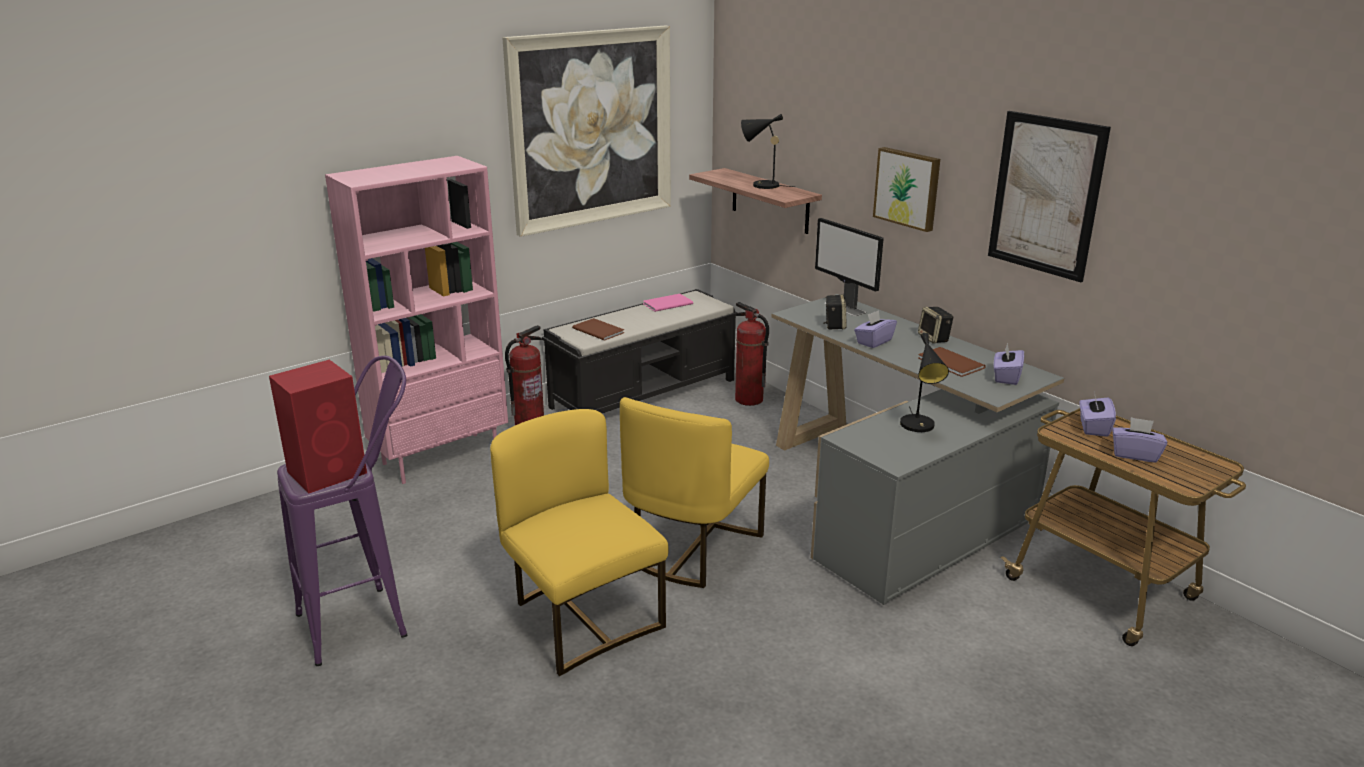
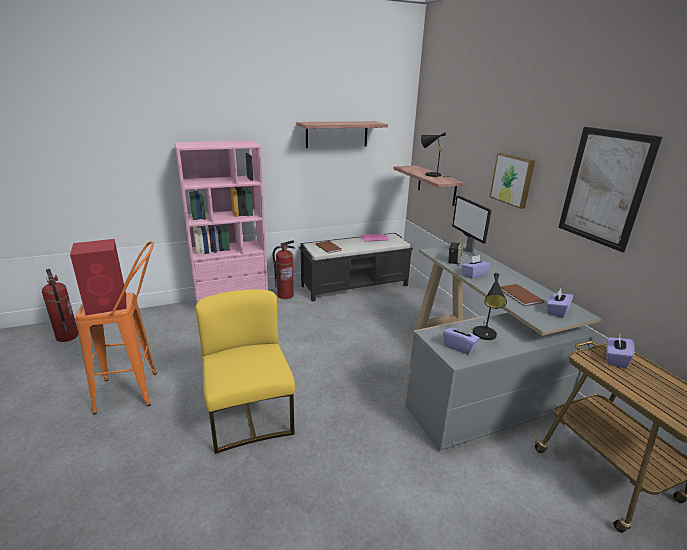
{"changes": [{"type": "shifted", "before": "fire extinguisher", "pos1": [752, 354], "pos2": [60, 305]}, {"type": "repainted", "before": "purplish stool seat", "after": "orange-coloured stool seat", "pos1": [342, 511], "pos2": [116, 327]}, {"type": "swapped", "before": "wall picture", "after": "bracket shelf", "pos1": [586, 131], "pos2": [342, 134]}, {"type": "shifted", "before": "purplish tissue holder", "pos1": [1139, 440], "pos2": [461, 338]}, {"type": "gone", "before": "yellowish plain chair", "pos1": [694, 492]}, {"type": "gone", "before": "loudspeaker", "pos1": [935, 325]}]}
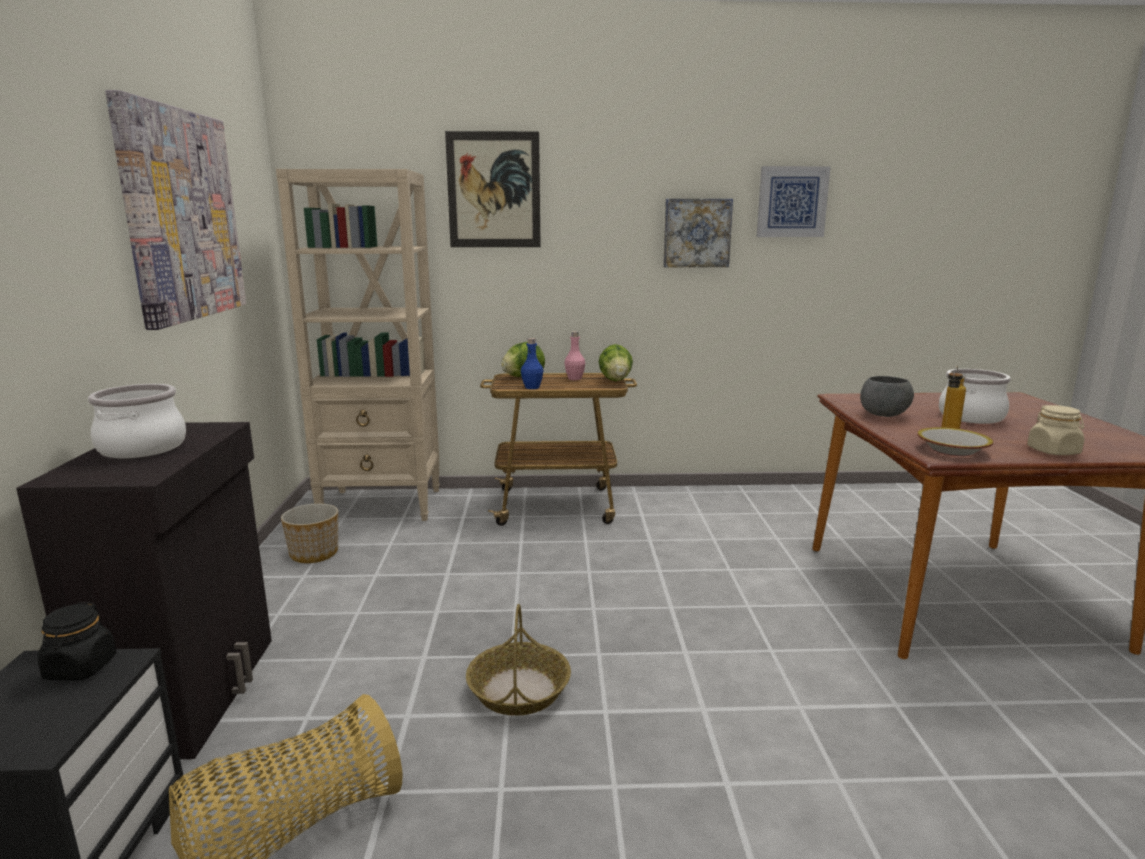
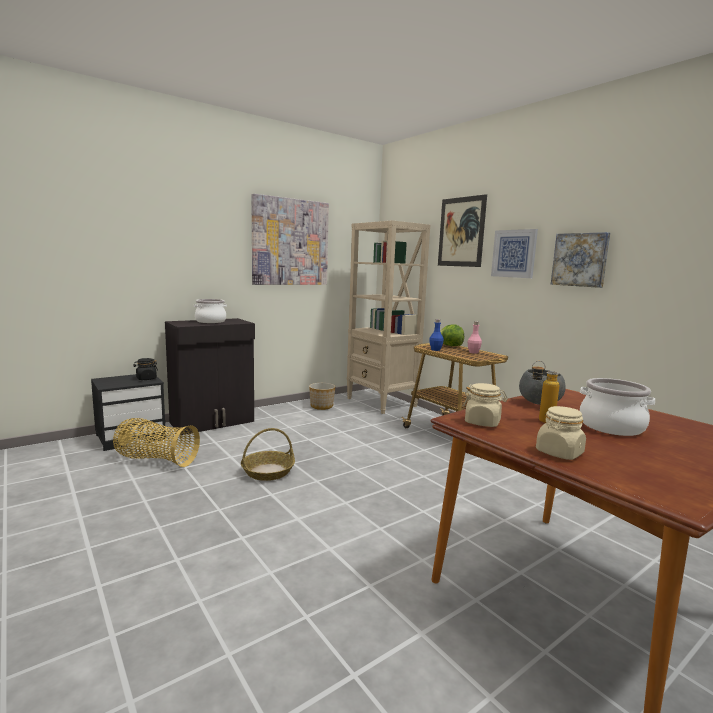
{"changes": [{"type": "swapped", "before": "deep dish", "after": "beige storage jar", "pos1": [955, 441], "pos2": [485, 405]}, {"type": "shifted", "before": "wall picture", "pos1": [793, 201], "pos2": [514, 253]}, {"type": "gone", "before": "head of lettuce", "pos1": [615, 362]}]}
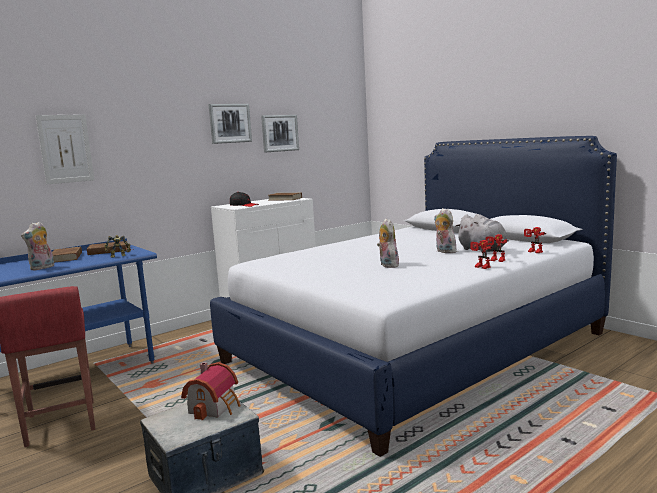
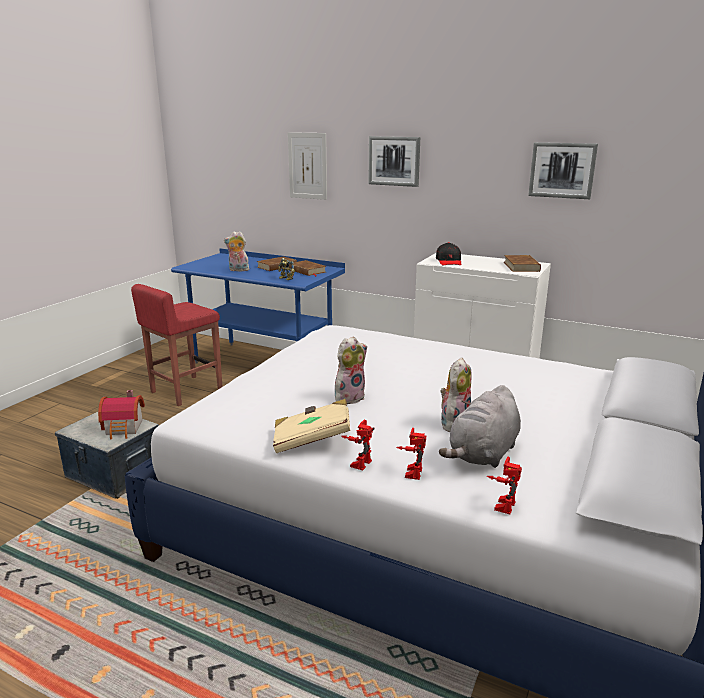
{"changes": [{"type": "new", "after": "beige bound book", "pos2": [311, 426]}, {"type": "shifted", "before": "wall picture", "pos1": [230, 124], "pos2": [394, 161]}]}
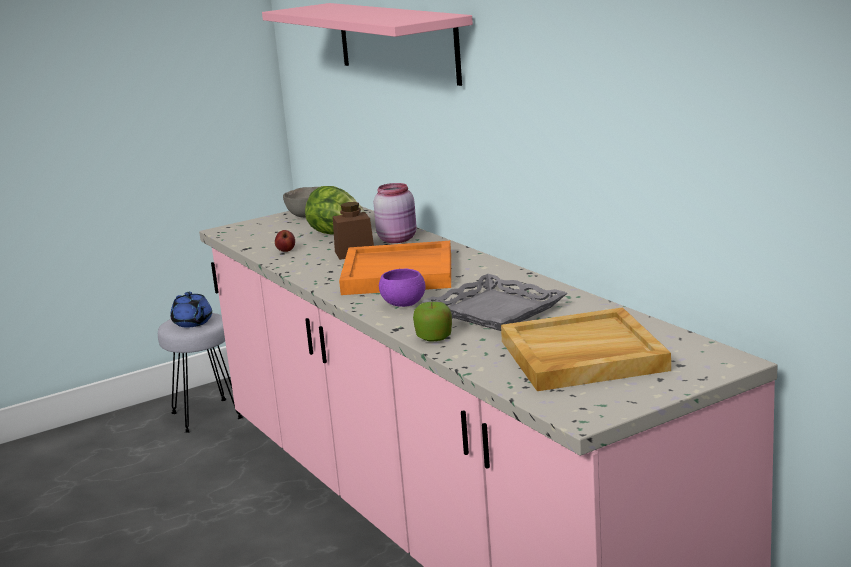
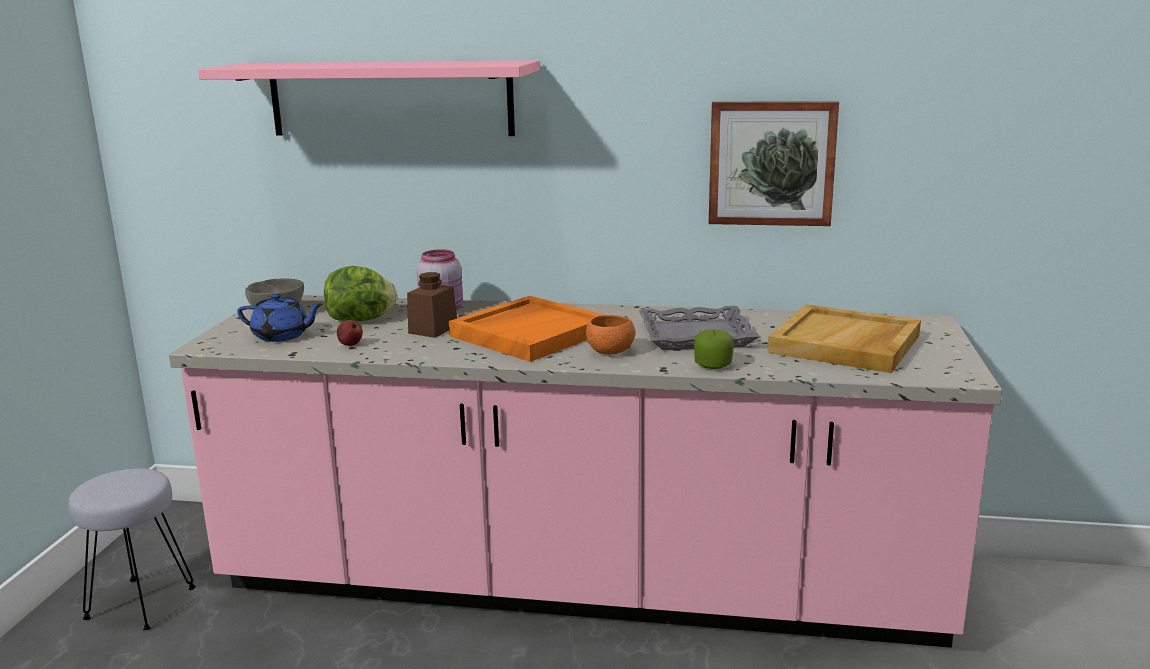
{"changes": [{"type": "shifted", "before": "bluish pot for tea", "pos1": [191, 310], "pos2": [280, 317]}, {"type": "repainted", "before": "purplish deep dish", "after": "orange-coloured deep dish", "pos1": [402, 288], "pos2": [610, 335]}, {"type": "new", "after": "wall picture", "pos2": [774, 163]}]}
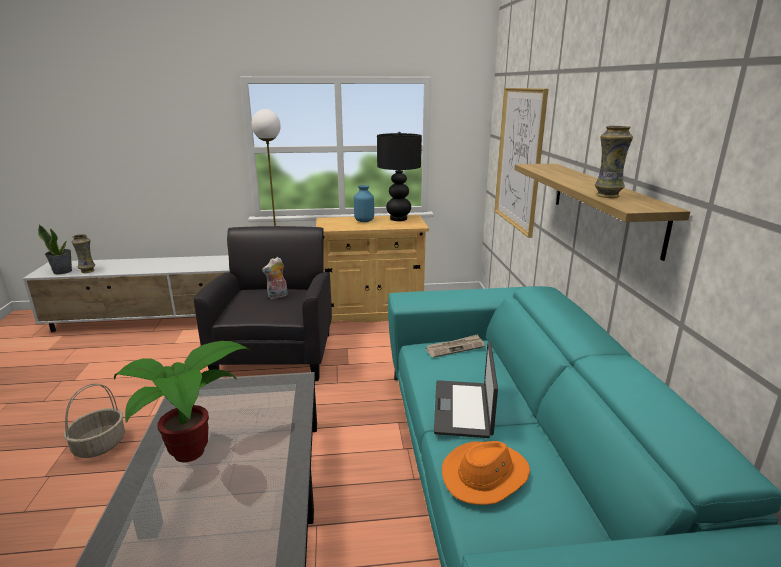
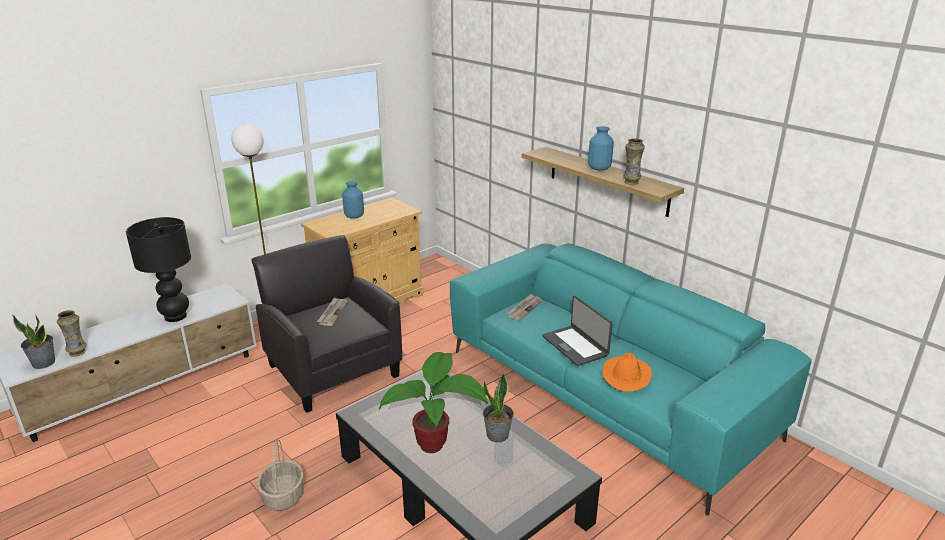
{"changes": [{"type": "shifted", "before": "black table lamp", "pos1": [399, 176], "pos2": [158, 269]}, {"type": "swapped", "before": "cuddly toy", "after": "newspaper", "pos1": [275, 278], "pos2": [332, 311]}, {"type": "new", "after": "plant in a pot", "pos2": [498, 407]}, {"type": "new", "after": "bluish vase", "pos2": [601, 148]}, {"type": "gone", "before": "wall picture", "pos1": [521, 163]}]}
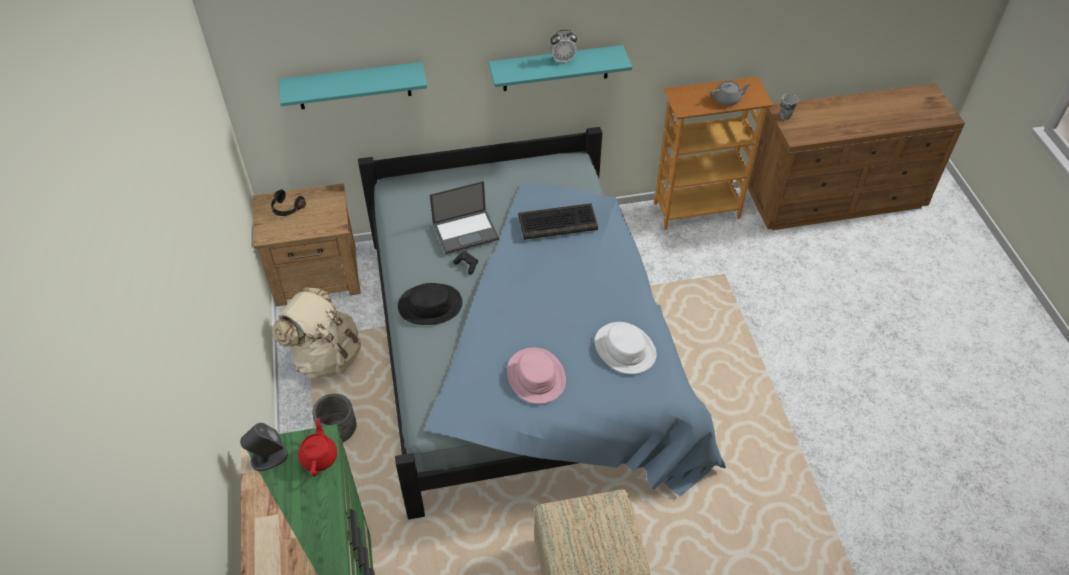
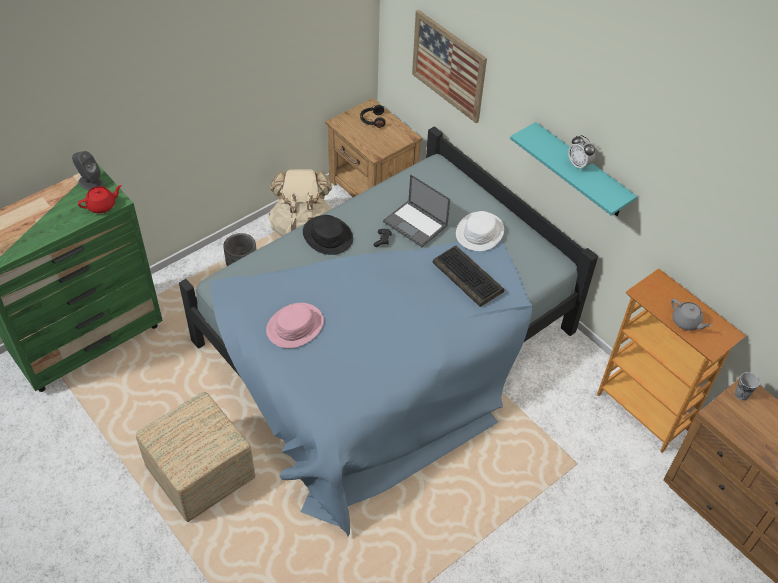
{"changes": [{"type": "swapped", "before": "turquoise bracket shelf", "after": "wall picture", "pos1": [353, 85], "pos2": [449, 66]}, {"type": "shifted", "before": "white-coloured hat", "pos1": [626, 348], "pos2": [480, 231]}]}
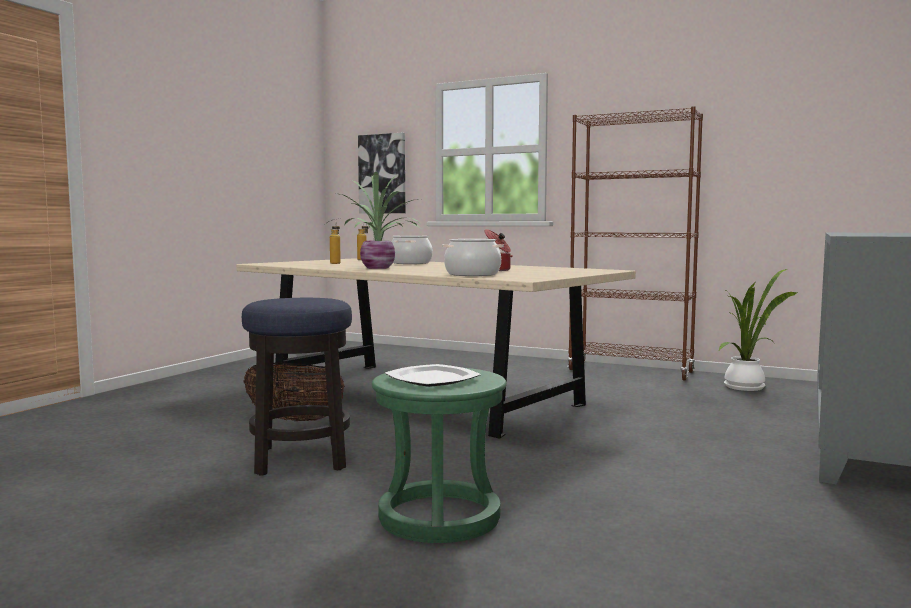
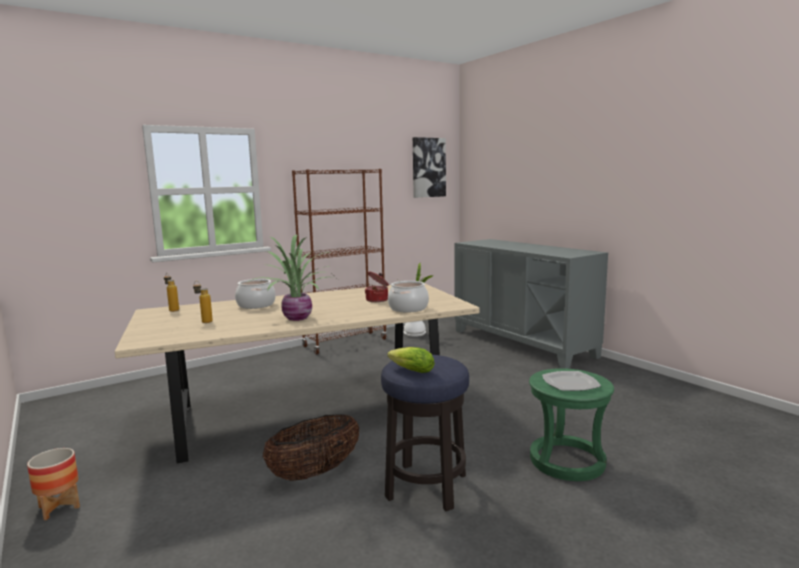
{"changes": [{"type": "new", "after": "plant pot", "pos2": [53, 484]}, {"type": "new", "after": "head of lettuce", "pos2": [411, 360]}, {"type": "shifted", "before": "wall picture", "pos1": [381, 173], "pos2": [429, 167]}]}
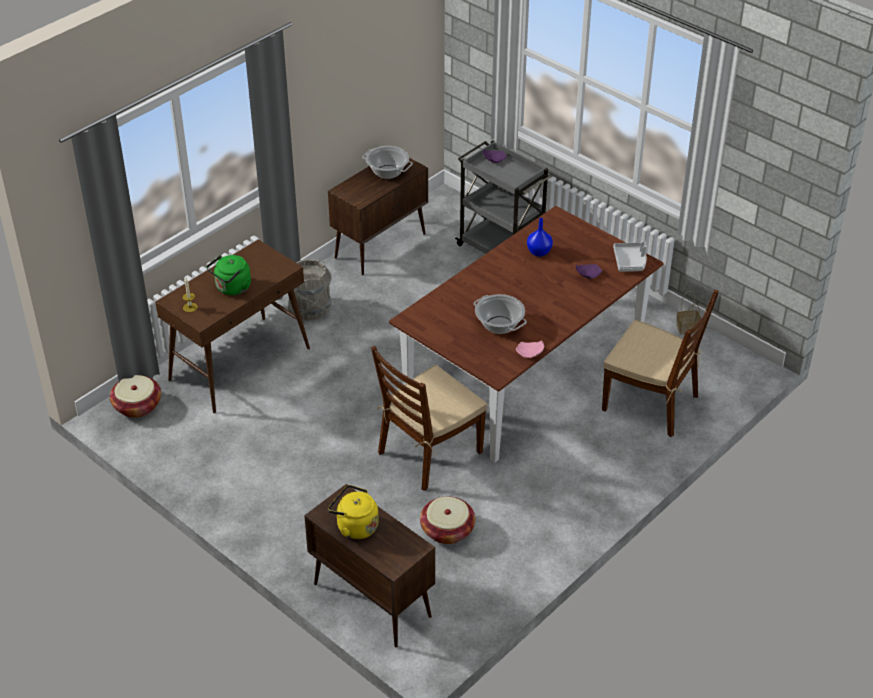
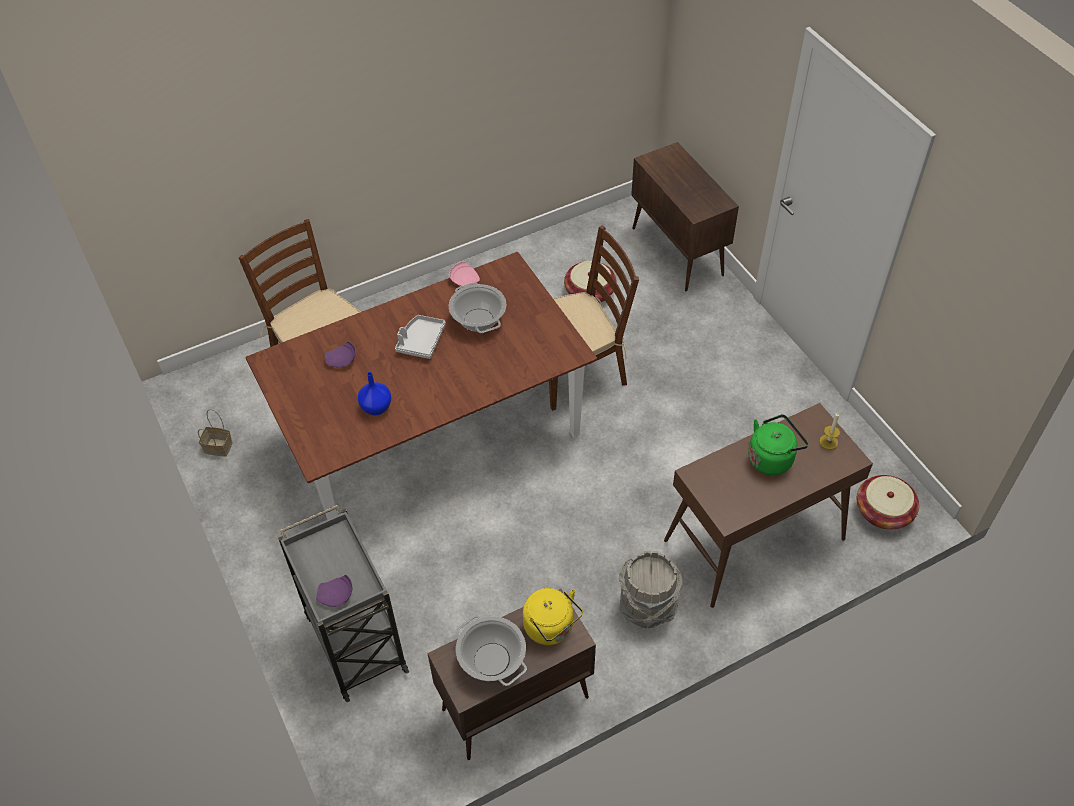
{"changes": [{"type": "shifted", "before": "greyish carrying tray", "pos1": [630, 256], "pos2": [420, 337]}, {"type": "shifted", "before": "yellowish water kettle", "pos1": [353, 512], "pos2": [553, 616]}]}
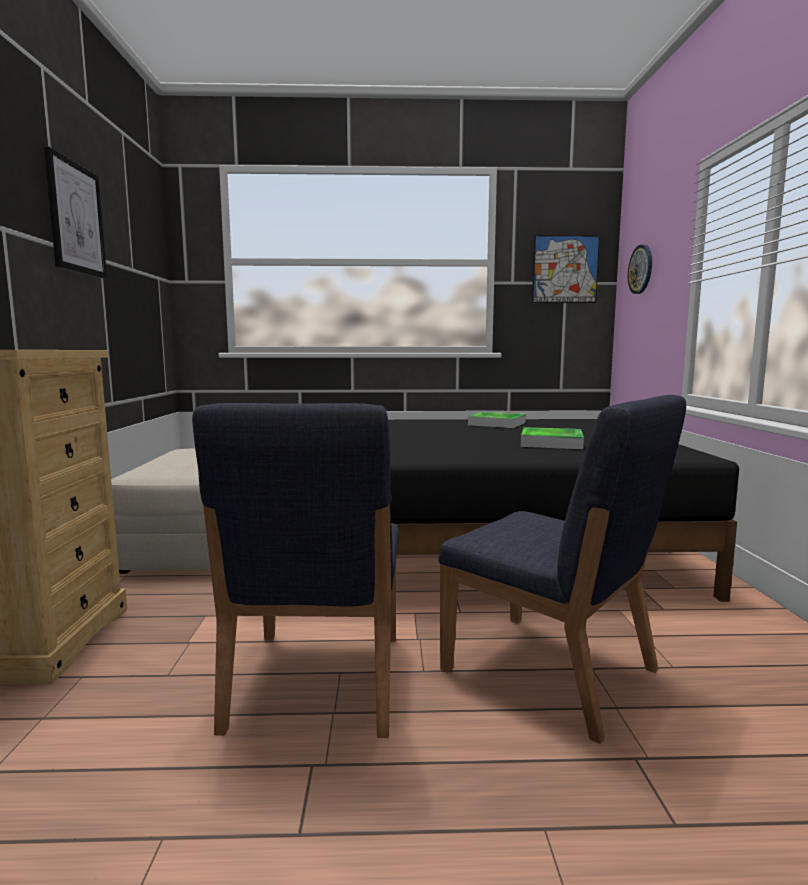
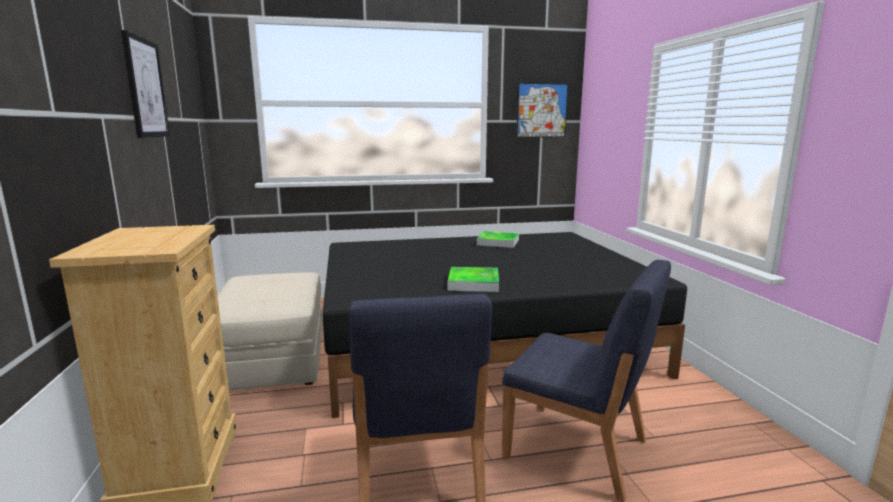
{"changes": [{"type": "shifted", "before": "carrying tray", "pos1": [552, 438], "pos2": [473, 279]}, {"type": "gone", "before": "clock on the wall", "pos1": [640, 269]}]}
